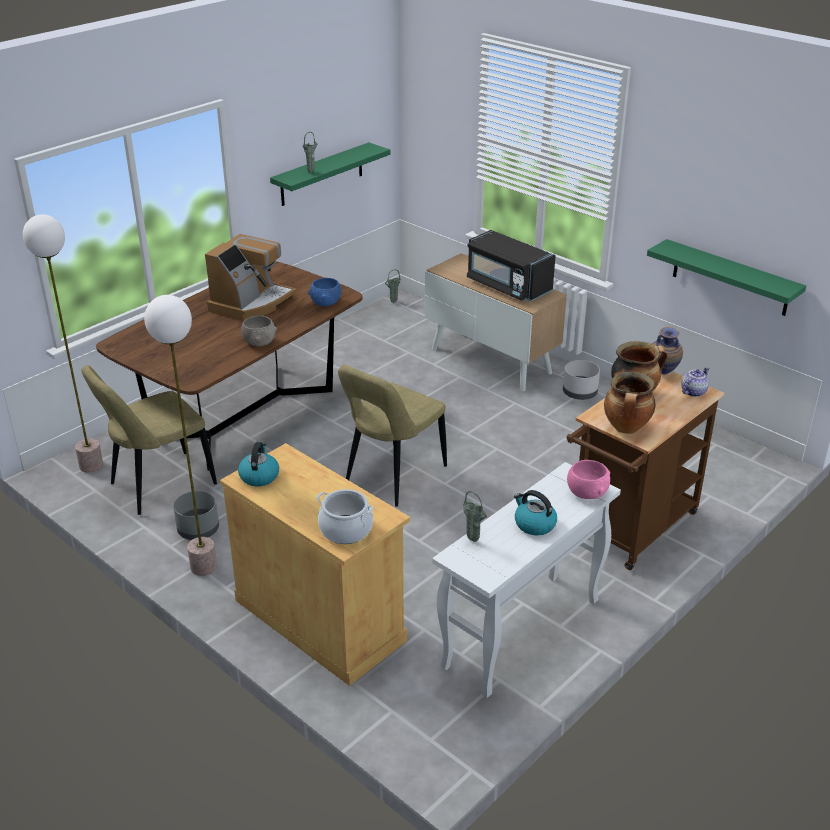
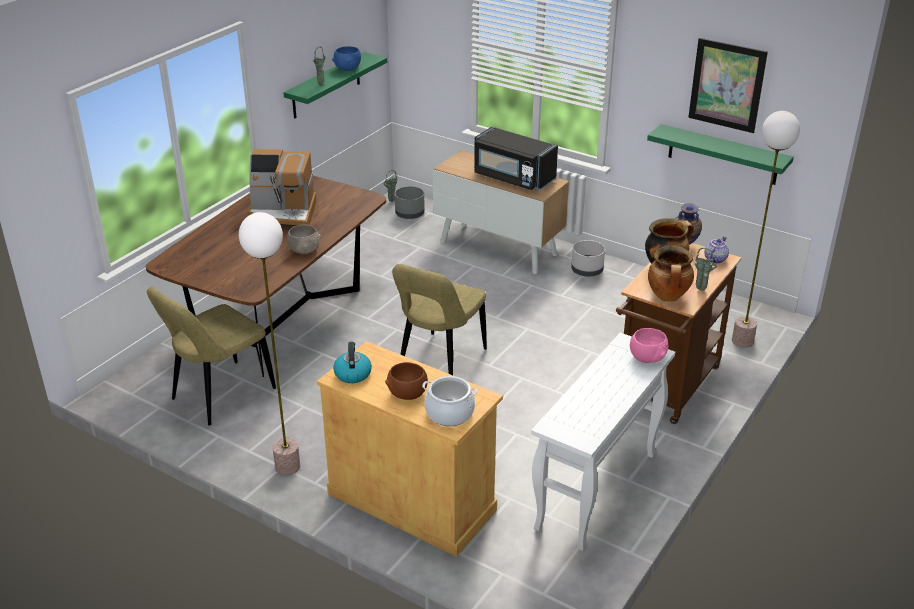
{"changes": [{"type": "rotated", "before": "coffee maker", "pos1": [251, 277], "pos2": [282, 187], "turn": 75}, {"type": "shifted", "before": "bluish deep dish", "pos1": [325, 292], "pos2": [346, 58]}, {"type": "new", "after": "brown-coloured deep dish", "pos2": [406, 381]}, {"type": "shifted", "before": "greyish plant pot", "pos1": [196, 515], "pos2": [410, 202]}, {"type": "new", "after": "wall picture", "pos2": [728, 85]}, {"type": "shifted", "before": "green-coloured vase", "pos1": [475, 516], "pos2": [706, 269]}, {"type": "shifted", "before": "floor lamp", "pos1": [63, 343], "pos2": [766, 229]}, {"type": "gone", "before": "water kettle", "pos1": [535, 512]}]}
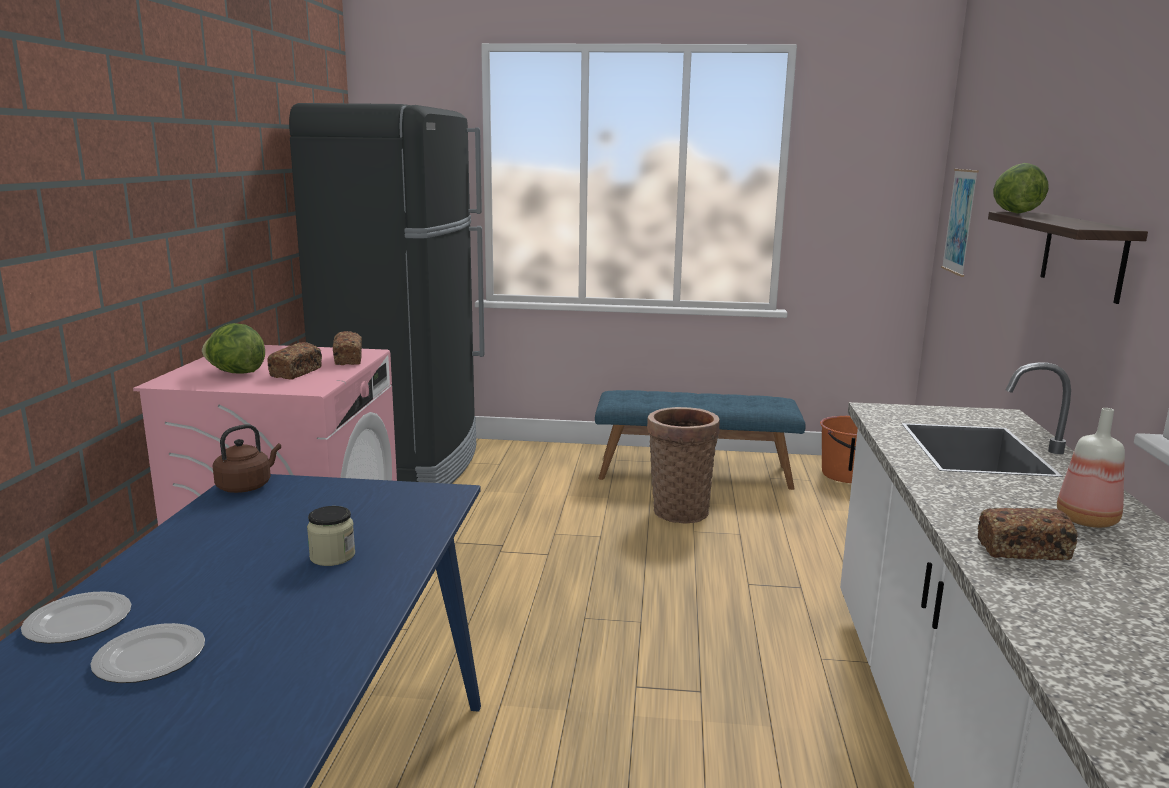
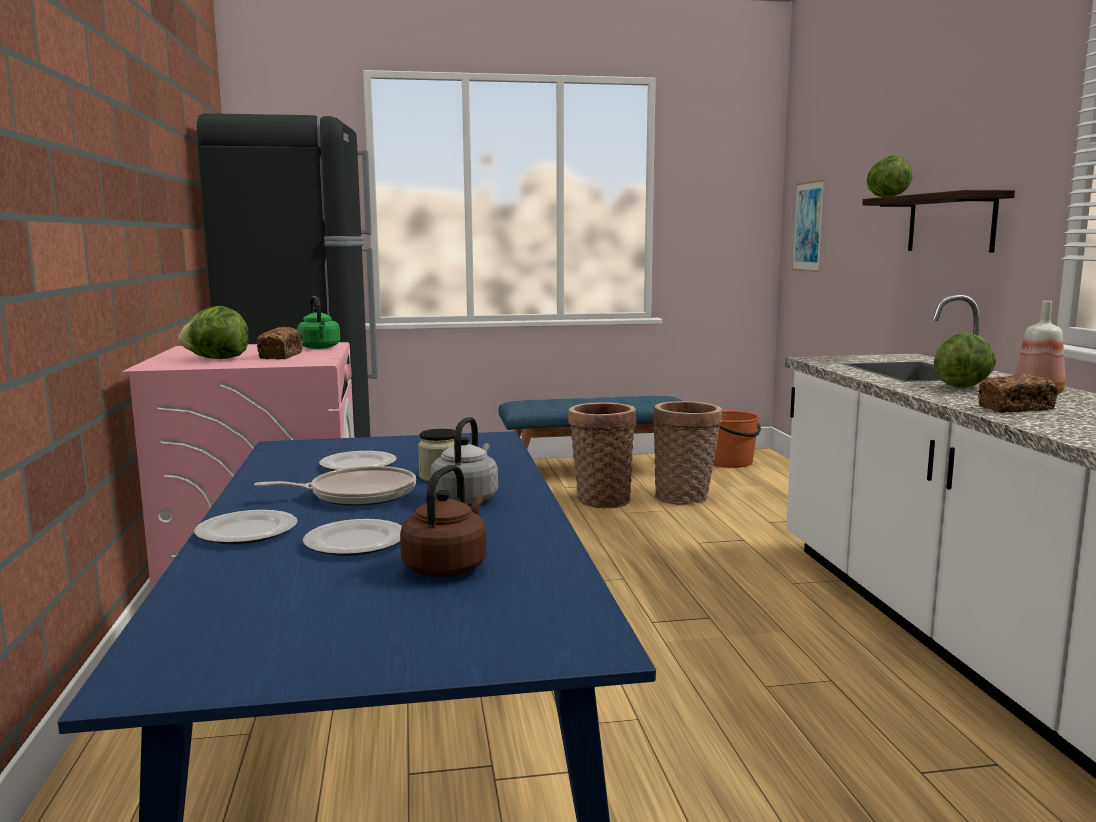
{"changes": [{"type": "new", "after": "pan", "pos2": [335, 486]}, {"type": "swapped", "before": "bread", "after": "green-coloured water kettle", "pos1": [347, 348], "pos2": [318, 322]}, {"type": "new", "after": "flat dish", "pos2": [358, 461]}, {"type": "shifted", "before": "brown-coloured water kettle", "pos1": [247, 458], "pos2": [443, 521]}, {"type": "new", "after": "greyish water kettle", "pos2": [464, 461]}, {"type": "new", "after": "household basket", "pos2": [687, 453]}, {"type": "new", "after": "head of lettuce", "pos2": [965, 360]}]}
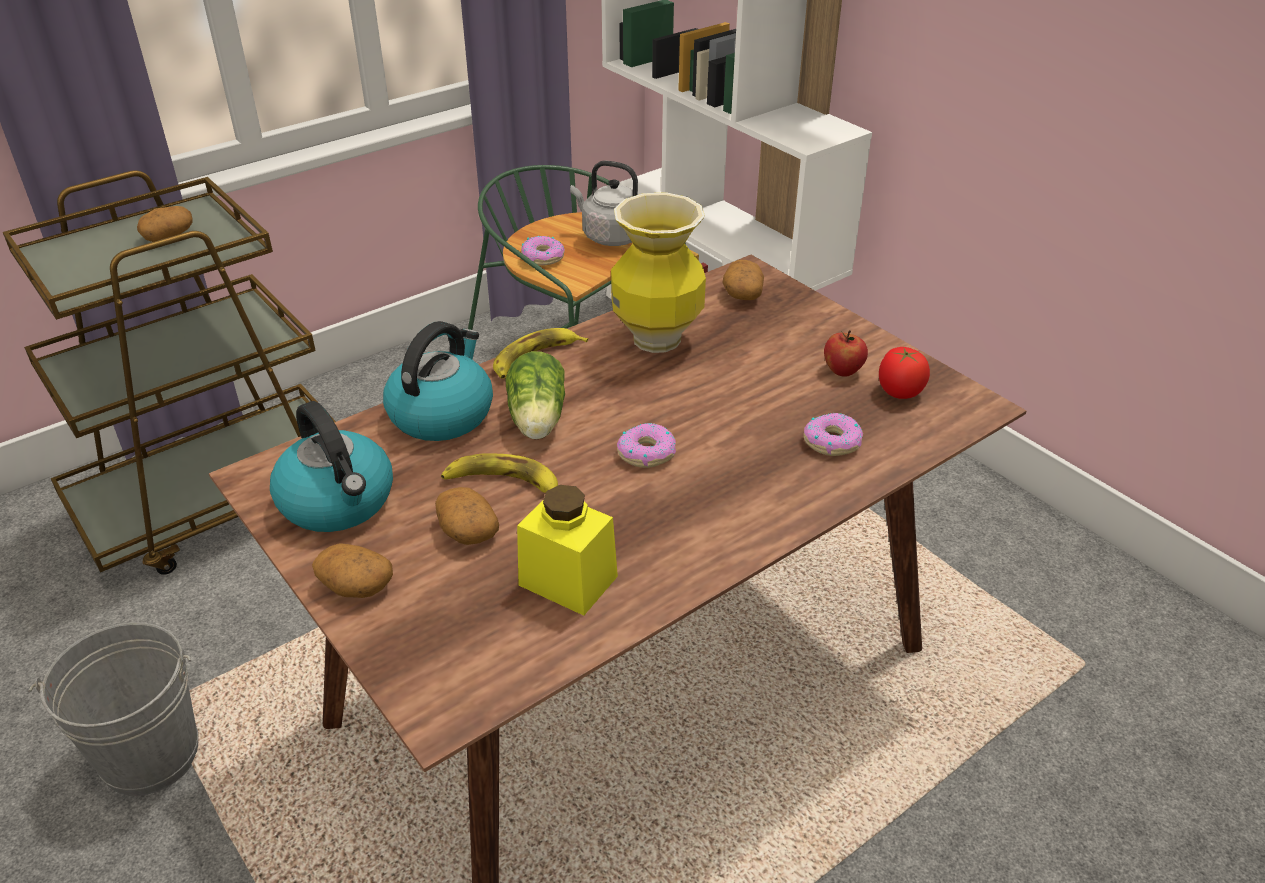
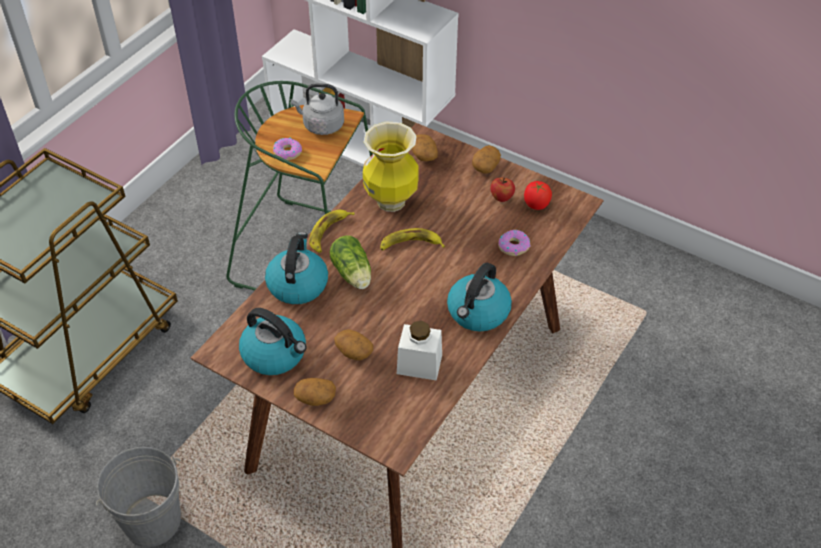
{"changes": [{"type": "shifted", "before": "whole banana", "pos1": [499, 473], "pos2": [412, 239]}, {"type": "repainted", "before": "yellowish storage jar", "after": "white-coloured storage jar", "pos1": [567, 550], "pos2": [419, 351]}, {"type": "new", "after": "water kettle", "pos2": [479, 297]}, {"type": "shifted", "before": "potato", "pos1": [165, 224], "pos2": [486, 159]}, {"type": "gone", "before": "donut", "pos1": [646, 445]}]}
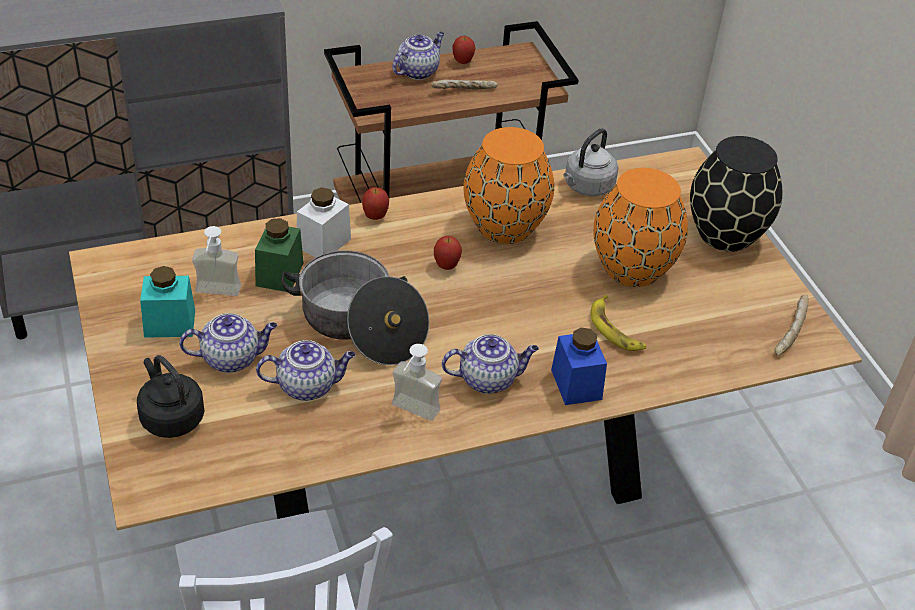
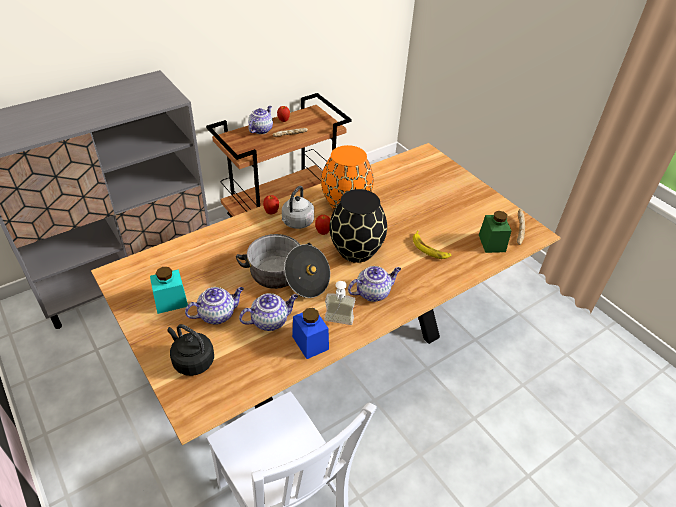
{"changes": [{"type": "shifted", "before": "greyish water kettle", "pos1": [591, 162], "pos2": [298, 207]}, {"type": "shifted", "before": "bluish storage jar", "pos1": [579, 366], "pos2": [310, 333]}, {"type": "shifted", "before": "black vase", "pos1": [736, 194], "pos2": [358, 226]}, {"type": "shifted", "before": "green-coloured storage jar", "pos1": [279, 255], "pos2": [495, 232]}, {"type": "gone", "before": "soap dispenser", "pos1": [216, 261]}, {"type": "gone", "before": "white-coloured storage jar", "pos1": [324, 222]}, {"type": "gone", "before": "orange-coloured vase", "pos1": [640, 227]}]}
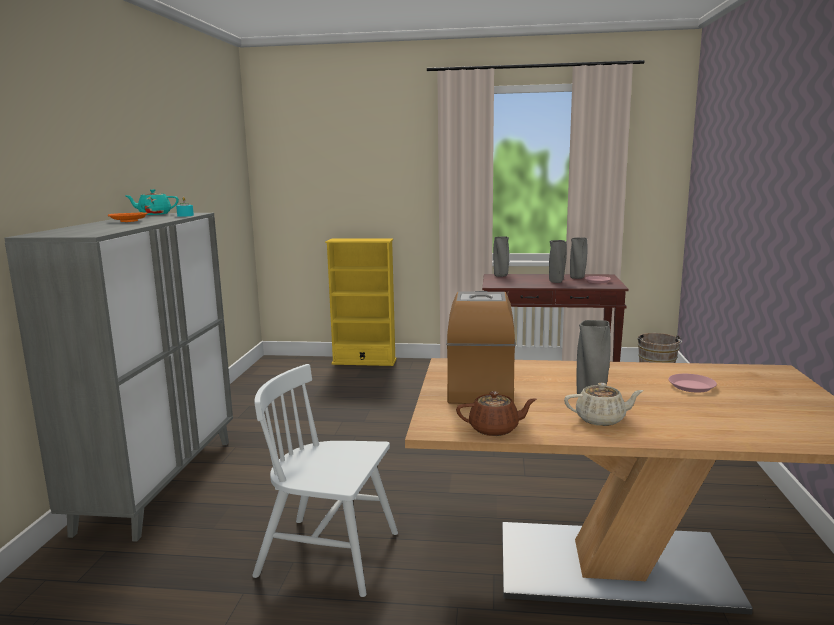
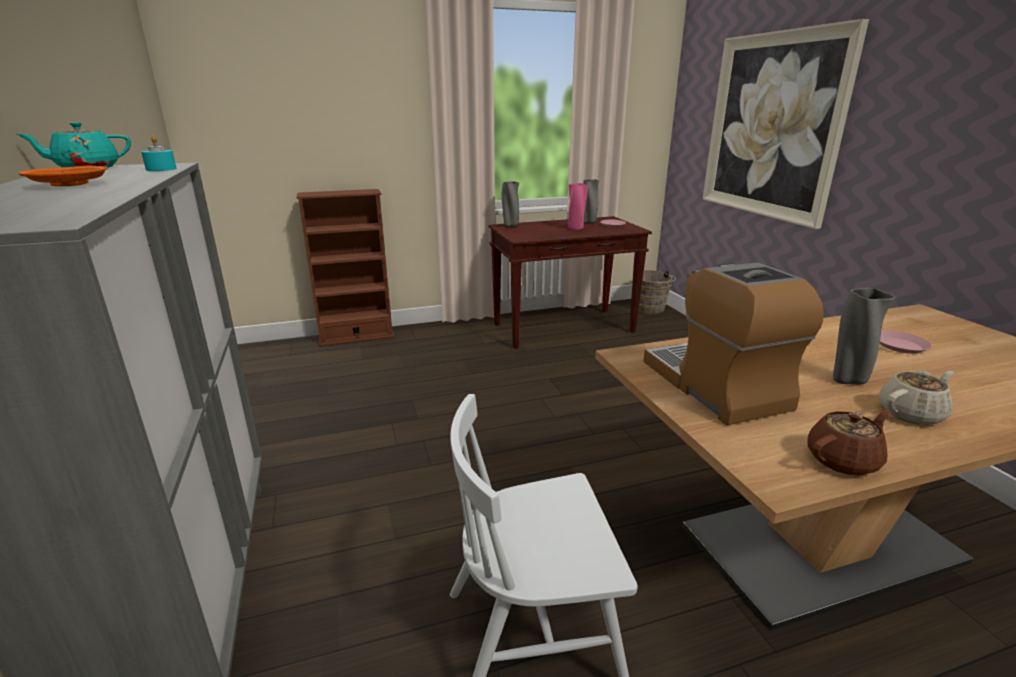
{"changes": [{"type": "repainted", "before": "yellowish bookshelf", "after": "brown-coloured bookshelf", "pos1": [361, 302], "pos2": [345, 268]}, {"type": "repainted", "before": "greyish vase", "after": "pink vase", "pos1": [558, 261], "pos2": [578, 206]}, {"type": "new", "after": "wall picture", "pos2": [786, 124]}]}
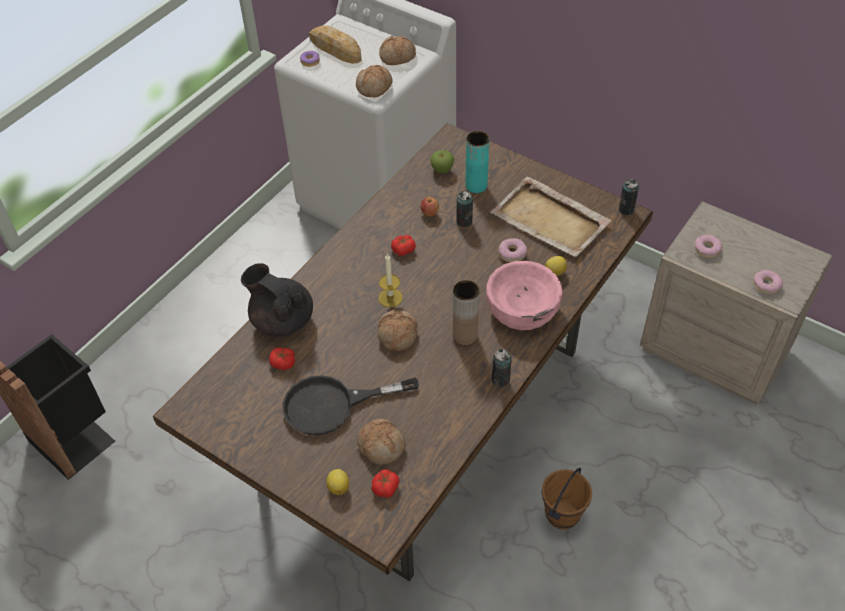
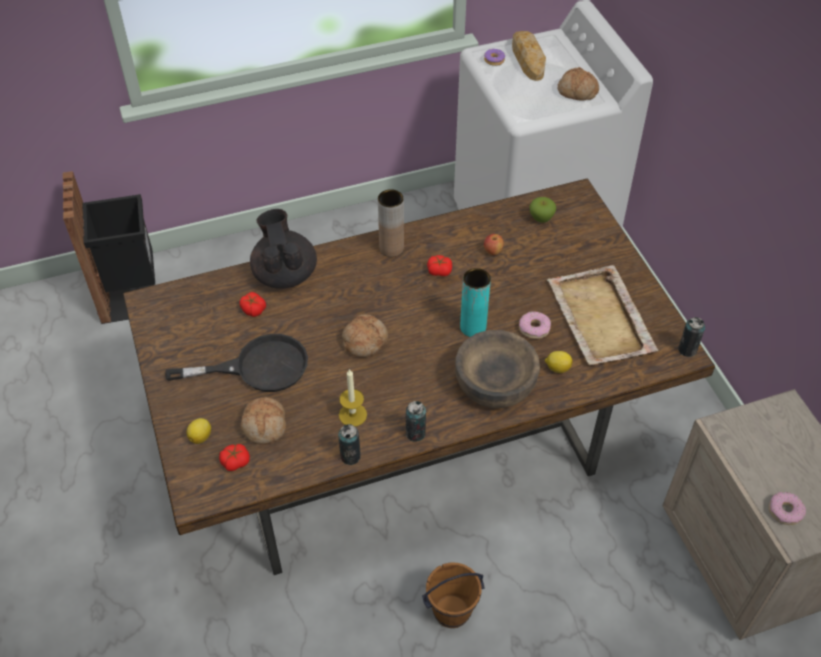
{"changes": [{"type": "rotated", "before": "black pan", "pos1": [351, 405], "pos2": [236, 363], "turn": 150}, {"type": "shifted", "before": "sealed can", "pos1": [464, 209], "pos2": [349, 444]}, {"type": "shifted", "before": "wax candle", "pos1": [390, 280], "pos2": [353, 397]}, {"type": "shifted", "before": "brown-coloured vase", "pos1": [466, 312], "pos2": [391, 223]}, {"type": "repainted", "before": "pink deep dish", "after": "brown-coloured deep dish", "pos1": [524, 295], "pos2": [497, 369]}, {"type": "shifted", "before": "turquoise vase", "pos1": [477, 162], "pos2": [475, 302]}, {"type": "gone", "before": "bread", "pos1": [374, 81]}, {"type": "gone", "before": "donut", "pos1": [708, 246]}]}
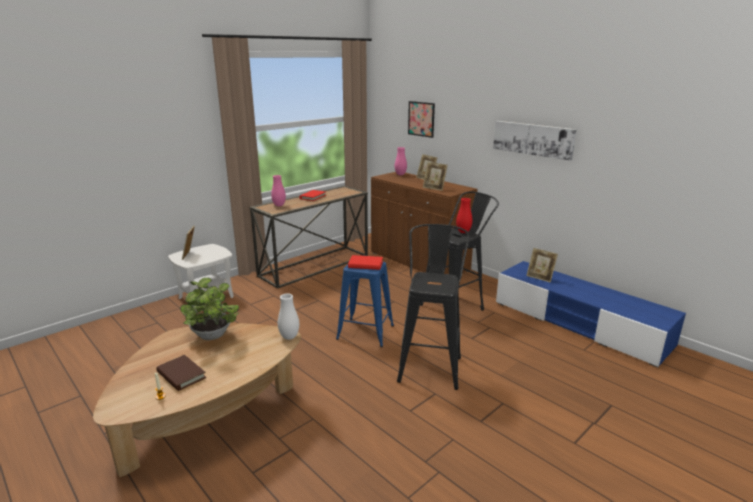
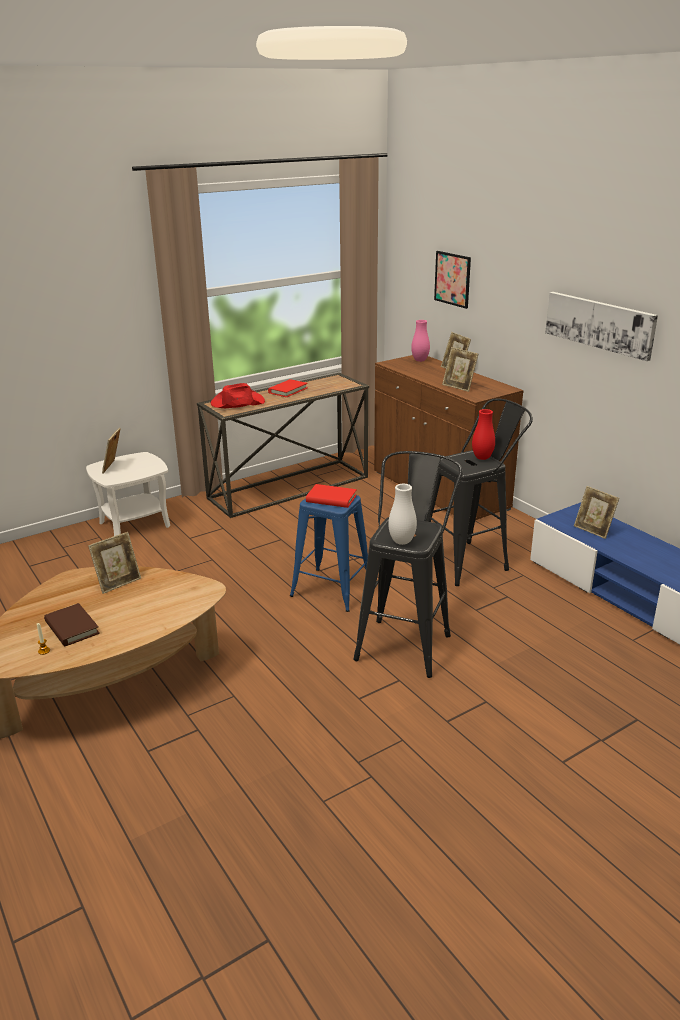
{"changes": [{"type": "swapped", "before": "plant in a pot", "after": "standing frame", "pos1": [209, 309], "pos2": [114, 563]}, {"type": "swapped", "before": "pink vase", "after": "red-coloured hat", "pos1": [278, 191], "pos2": [238, 395]}, {"type": "shifted", "before": "white-coloured vase", "pos1": [288, 317], "pos2": [402, 514]}]}
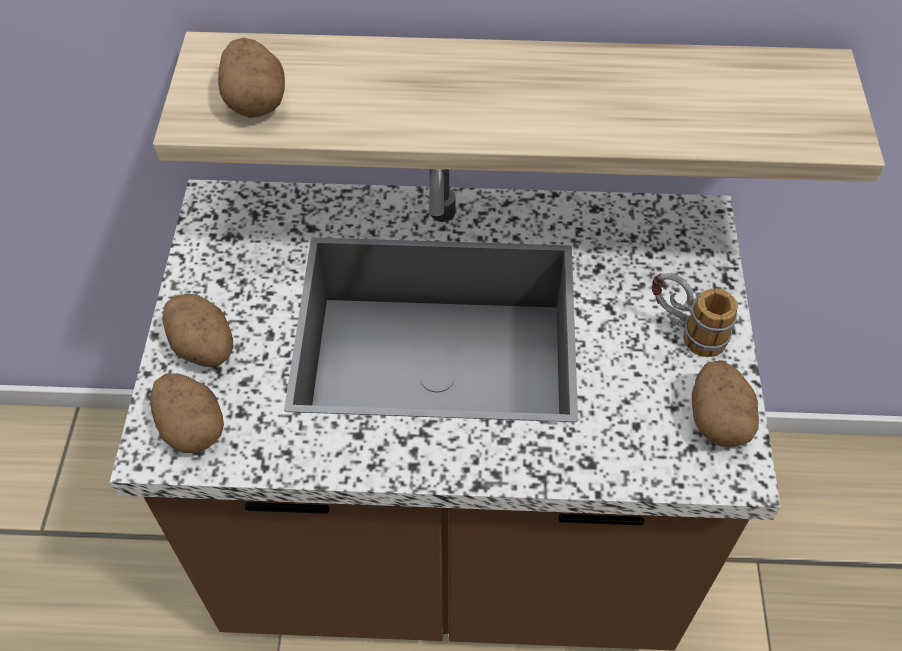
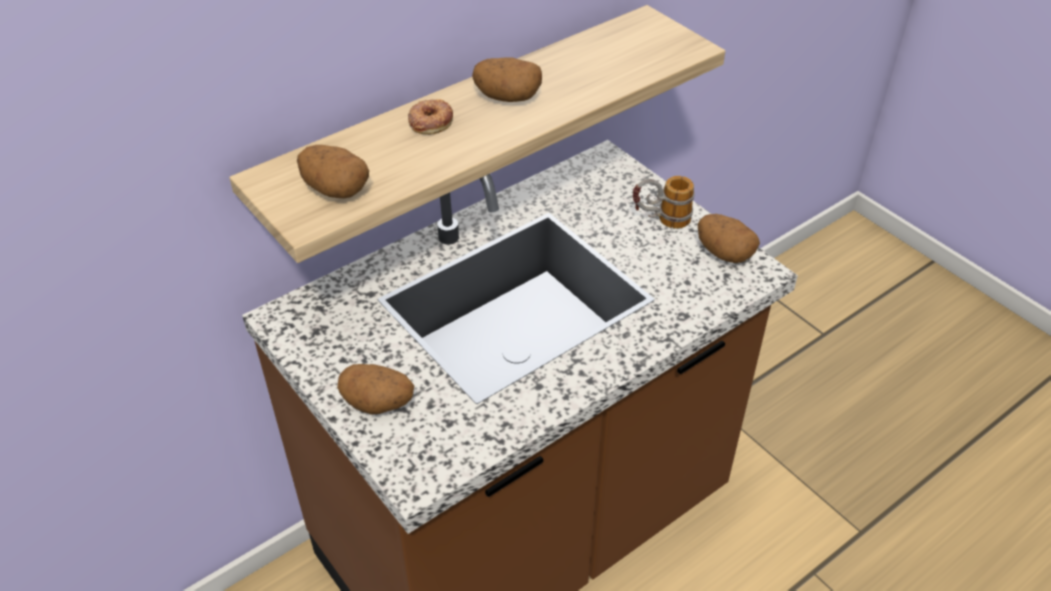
{"changes": [{"type": "new", "after": "donut", "pos2": [430, 116]}, {"type": "shifted", "before": "potato", "pos1": [187, 413], "pos2": [507, 79]}]}
